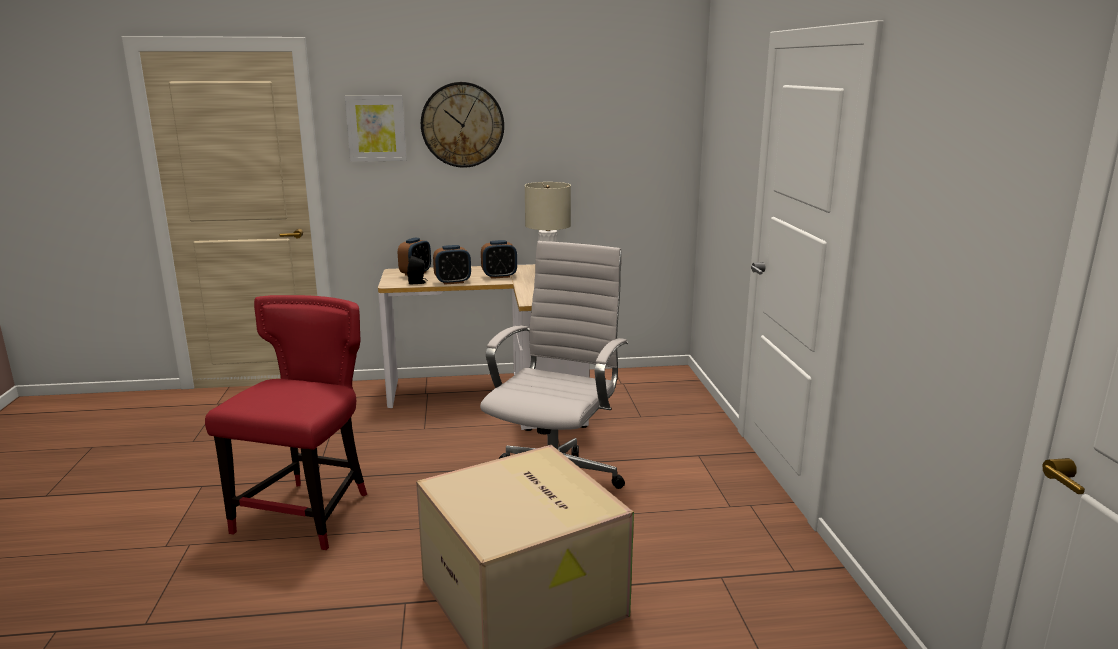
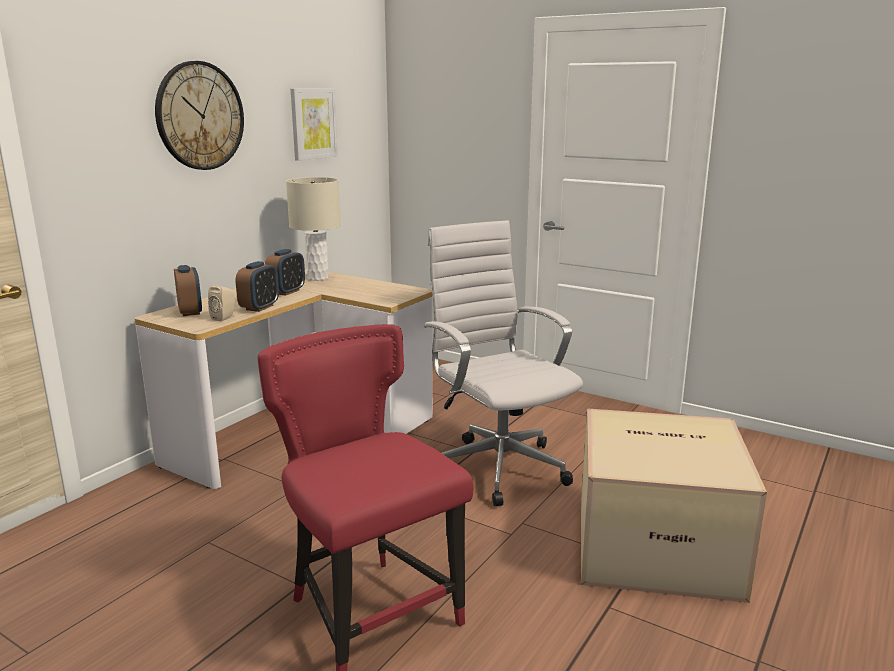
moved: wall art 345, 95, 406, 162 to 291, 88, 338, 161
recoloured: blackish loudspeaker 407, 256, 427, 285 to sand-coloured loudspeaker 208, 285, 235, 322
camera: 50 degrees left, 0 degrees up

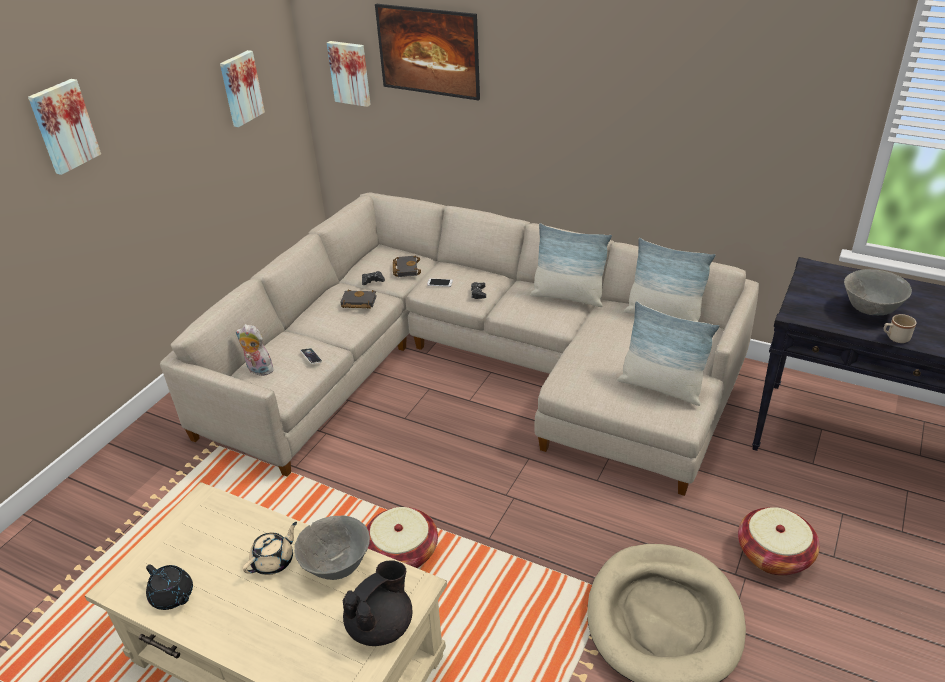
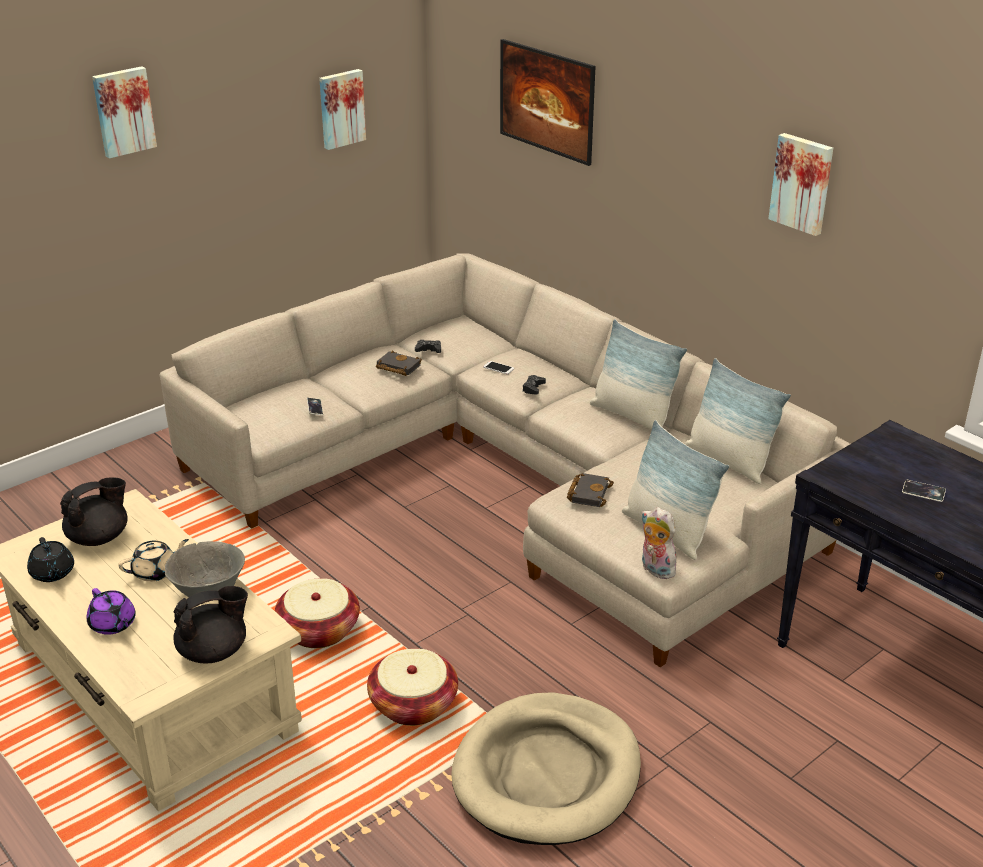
removed: sand-coloured mug 884, 314, 916, 343
added: blackish teapot 60, 477, 128, 546; purple-coloured teapot 86, 588, 136, 635
moved: cuddly toy 236, 324, 276, 376 to 641, 507, 676, 579; wall art 327, 41, 371, 107 to 768, 133, 833, 236; blackish bound book 393, 256, 421, 277 to 567, 473, 614, 507; basket 738, 507, 820, 576 to 367, 648, 458, 726
replaced: grey deep dish 844, 269, 912, 315 to phone 902, 480, 946, 502
camera: 20 degrees right, 5 degrees down

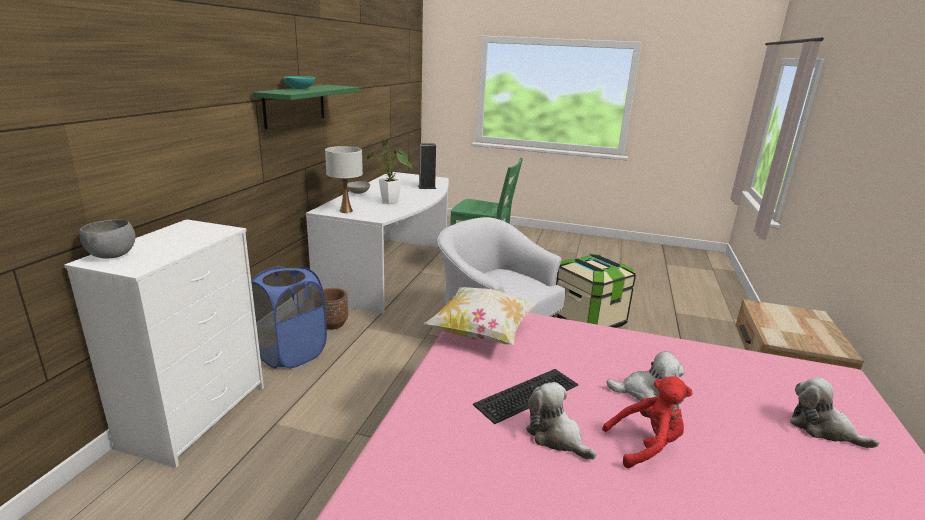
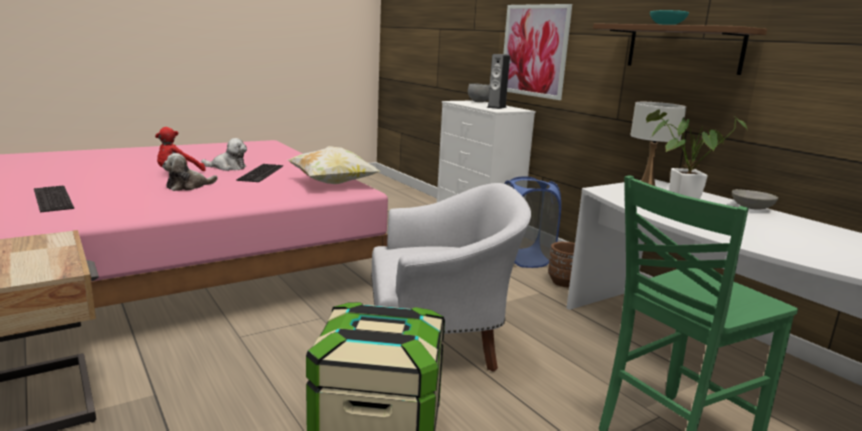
added: wall art 503, 4, 572, 100
moved: loudspeaker 418, 143, 436, 189 to 487, 54, 510, 109
replaced: cuddly toy 790, 377, 879, 448 to computer keyboard 34, 186, 74, 212
recoloured: greenish wall shelf 252, 85, 359, 129 to brown wall shelf 593, 23, 767, 75
camera: 130 degrees right, 5 degrees down

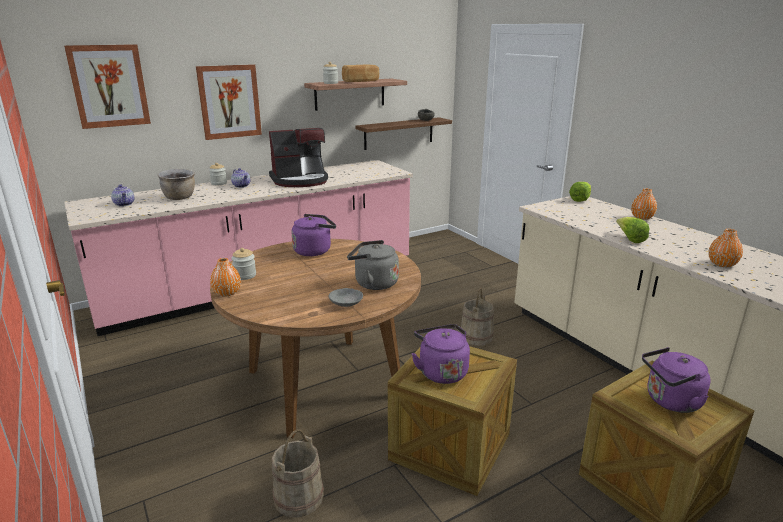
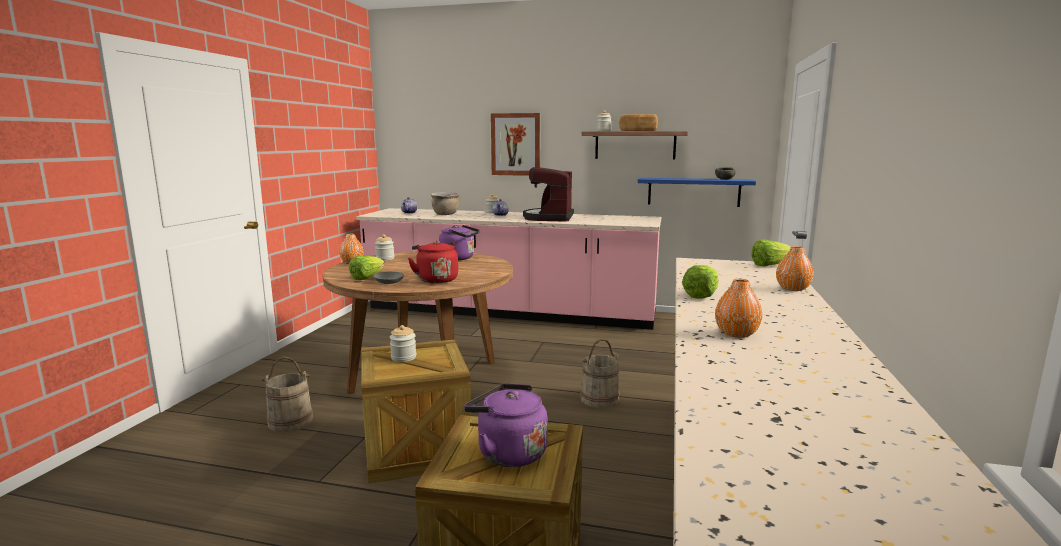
removed: wall art 64, 44, 151, 129
added: lettuce 349, 256, 384, 280
replaced: purple-coloured kettle 412, 324, 470, 384 to preserve jar 390, 325, 416, 362
recoloured: grey kettle 347, 240, 399, 290 to red kettle 408, 241, 458, 283; brown wall shelf 356, 117, 452, 150 to blue wall shelf 637, 178, 756, 207
turned: coffee brewer 269, 128, 328, 187 = 523, 167, 574, 222 75 degrees clockwise
camera: 45 degrees right, 10 degrees down

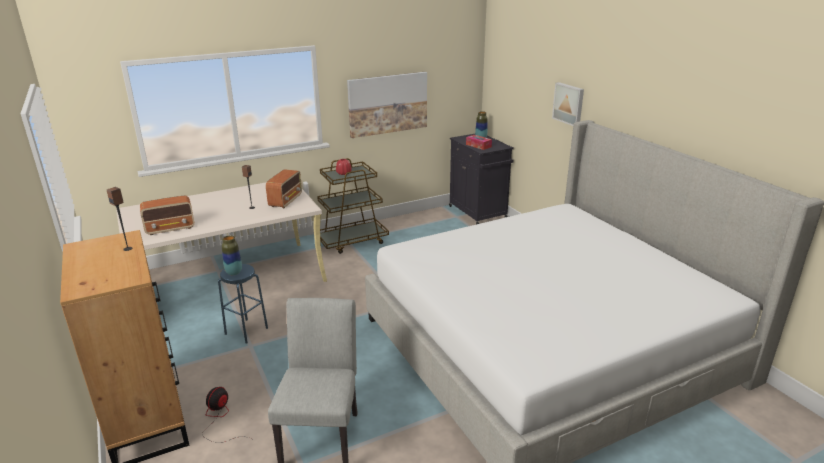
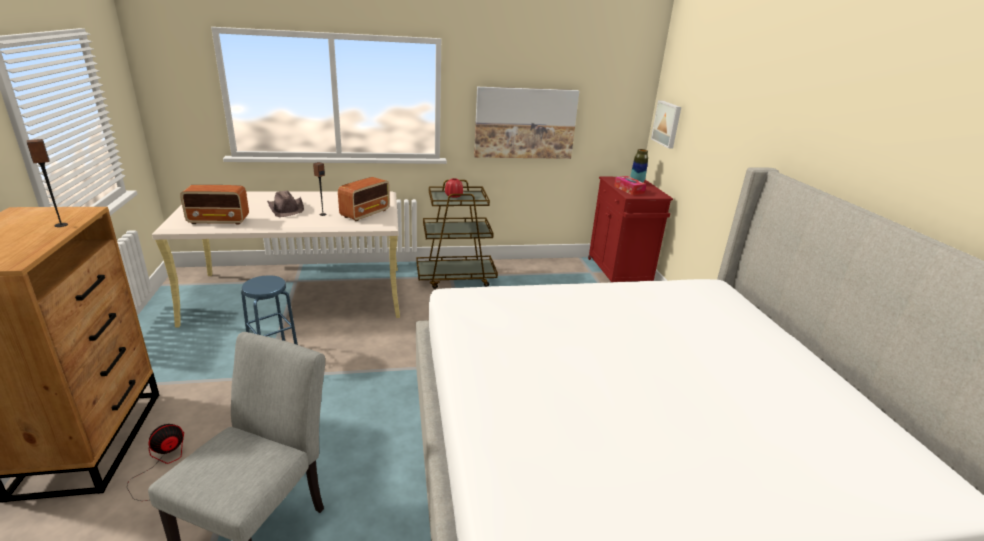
removed: decorative vase 222, 235, 242, 275
added: brown wearable hat 267, 191, 304, 217
moved: wall art 552, 82, 584, 126 to 651, 100, 681, 148
recoloured: blackish cabinet 449, 134, 514, 224 to red cabinet 588, 177, 673, 282
camera: 15 degrees right, 0 degrees up

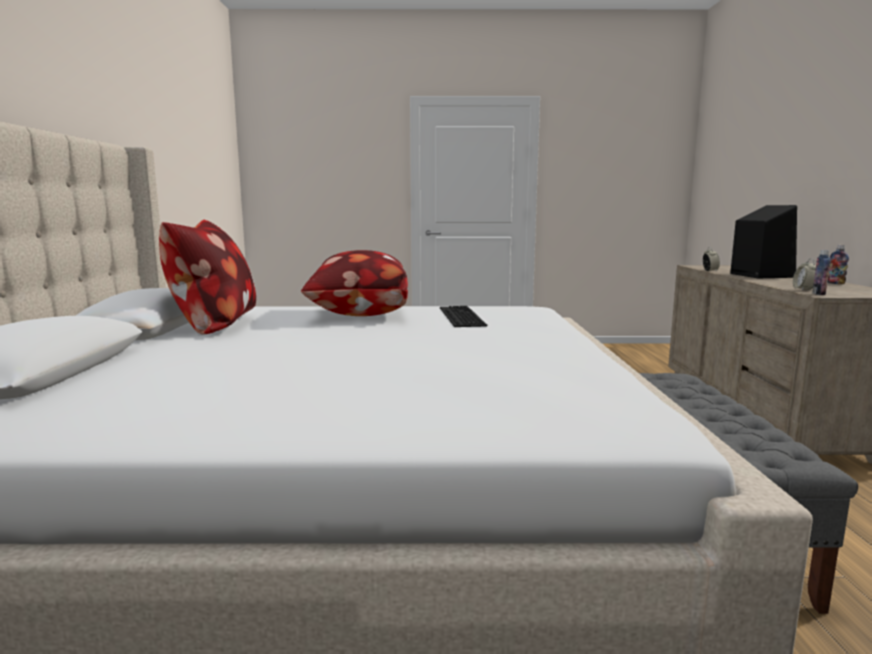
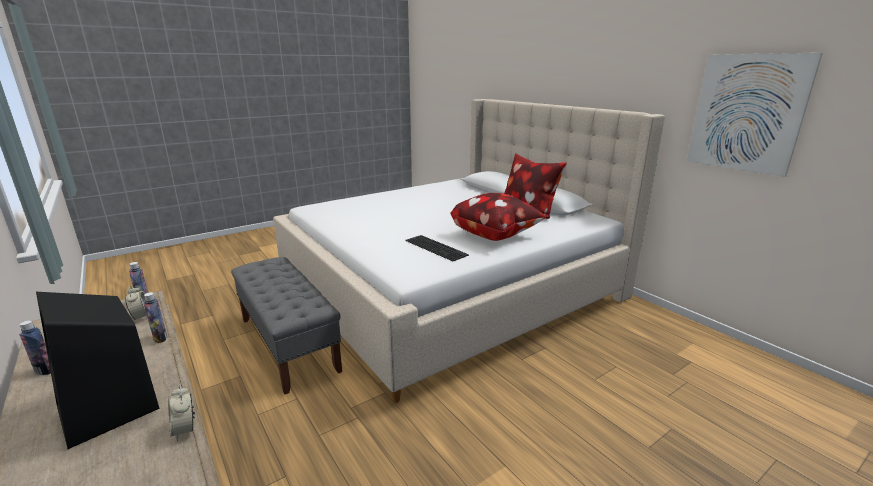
added: drink bottle 144, 292, 167, 343; wall art 687, 53, 823, 177
camera: 145 degrees right, 10 degrees up

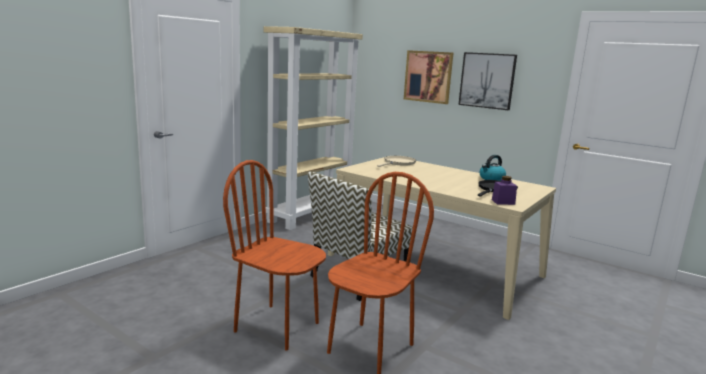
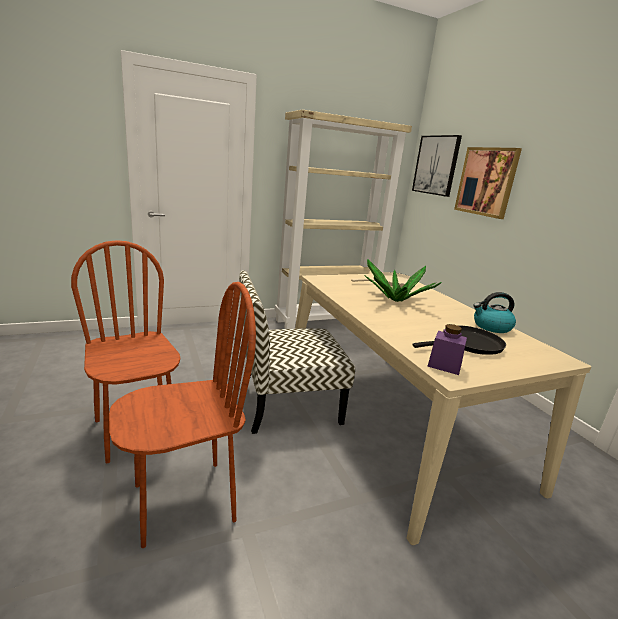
added: potted plant 364, 259, 442, 302
moved: wall art 458, 52, 517, 110 to 412, 135, 462, 197
camera: 30 degrees right, 5 degrees up

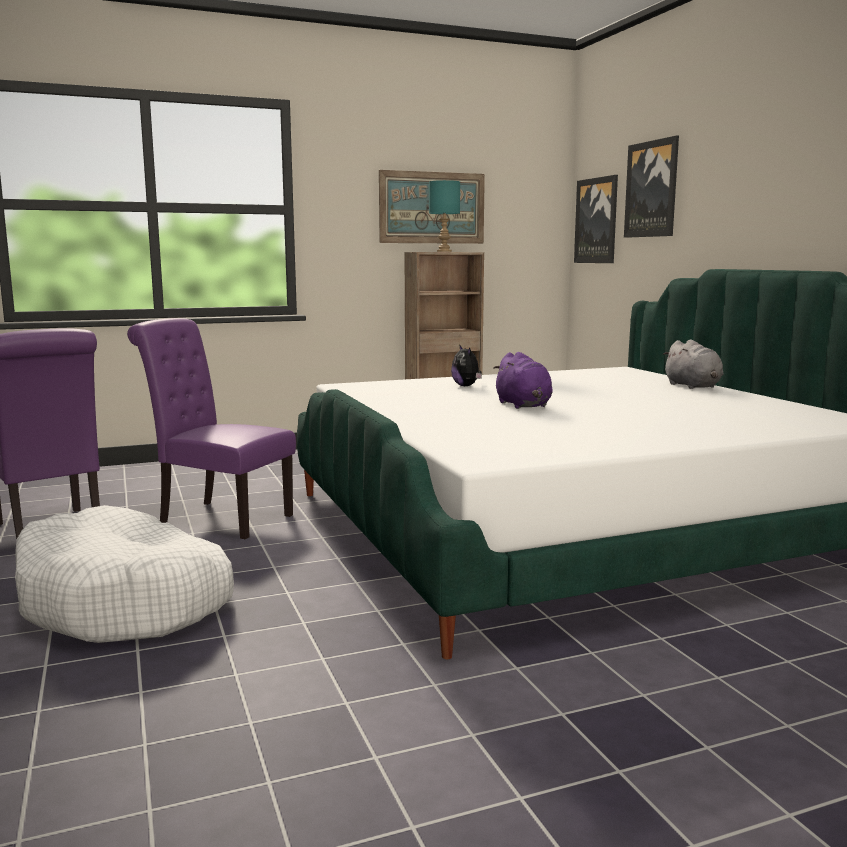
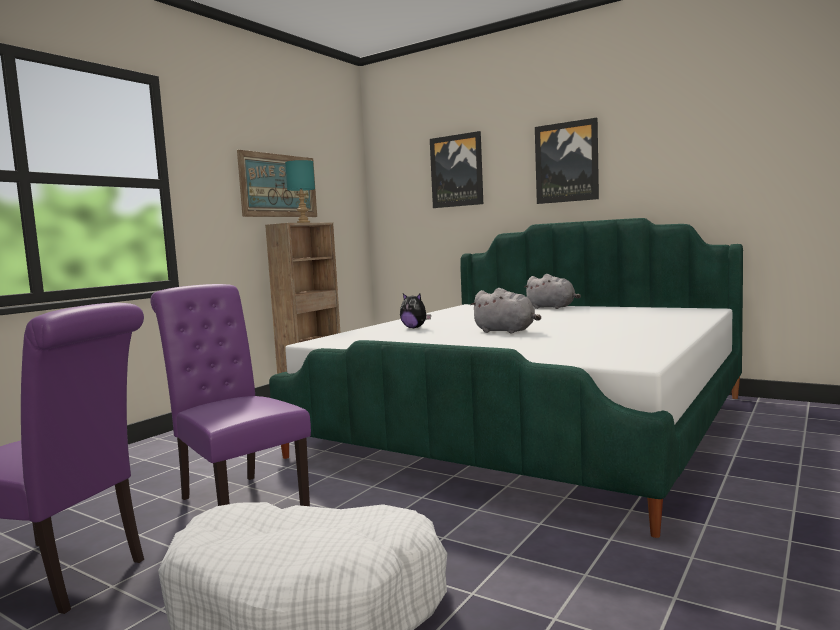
moved: wall art 574, 175, 618, 263 to 535, 118, 599, 204
recoloured: purple-coloured cuddly toy 493, 352, 553, 409 to grey cuddly toy 470, 288, 541, 334
turned: purple-coloured chair 127, 318, 296, 539 = 150, 284, 311, 506 60 degrees clockwise
camera: 35 degrees left, 5 degrees down

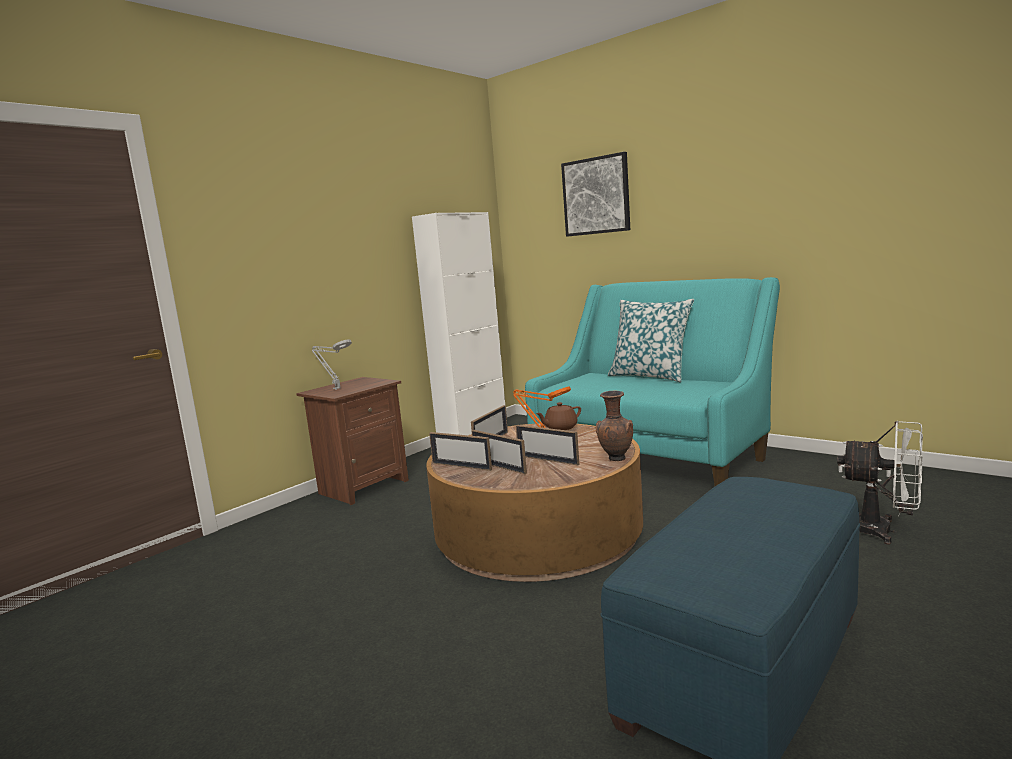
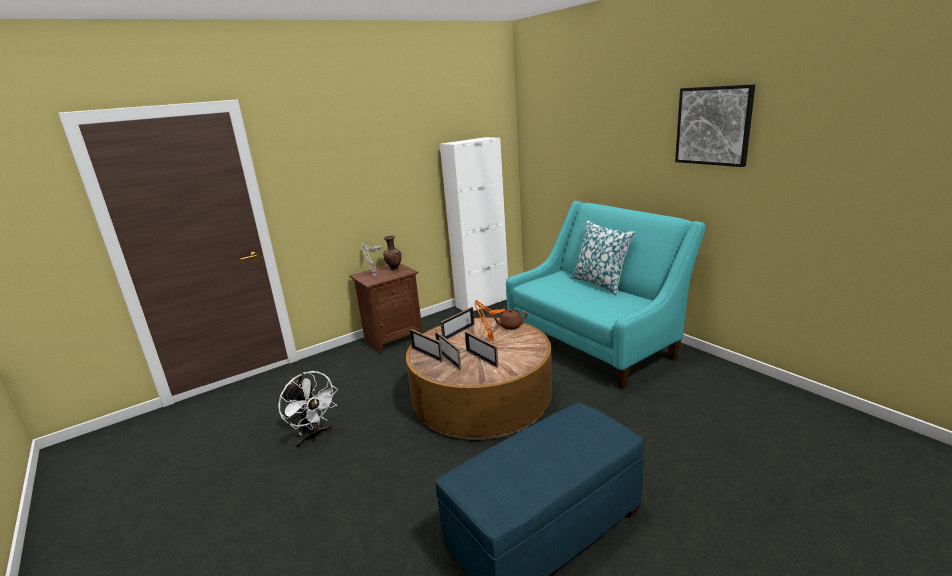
moved: wall art 561, 152, 630, 237 to 675, 84, 755, 167; brown decorative vase 596, 391, 633, 461 to 383, 235, 402, 270; white-coloured electric fan 837, 421, 923, 544 to 278, 371, 338, 448
camera: 15 degrees right, 10 degrees up

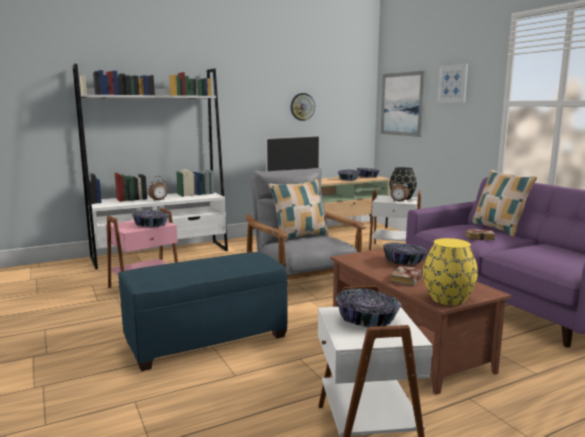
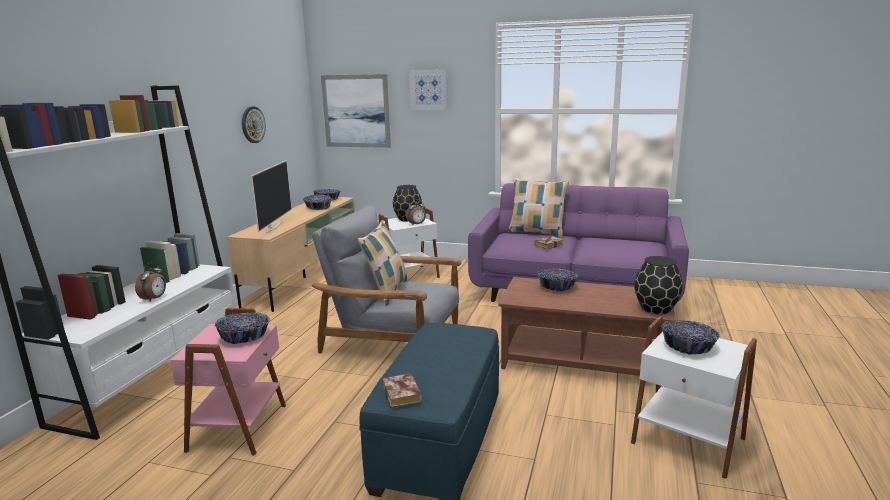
moved: bound book 390, 266, 423, 286 to 383, 373, 422, 408
recoloured: yellow decorative vase 423, 238, 478, 305 to blackish decorative vase 634, 256, 683, 314
camera: 45 degrees left, 5 degrees up

